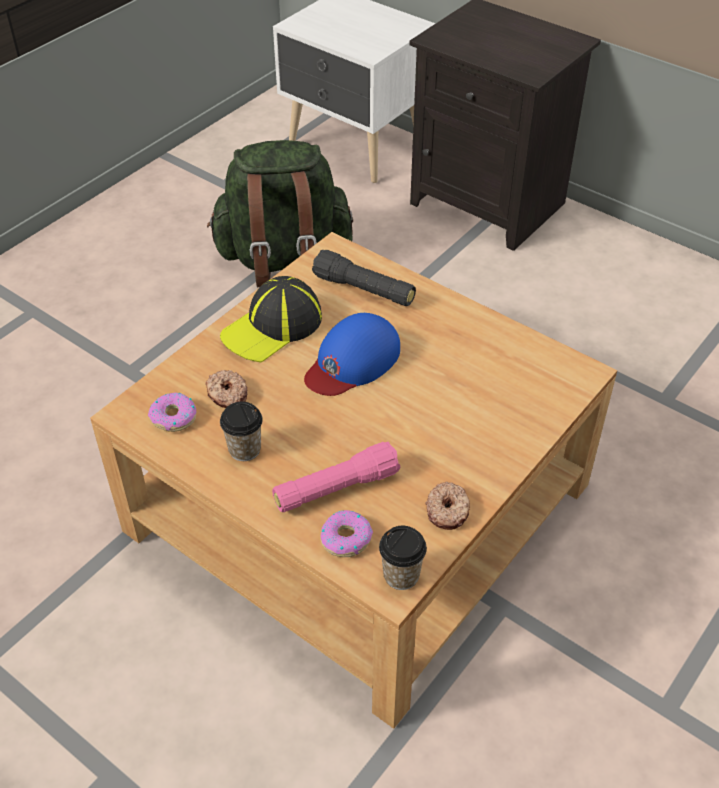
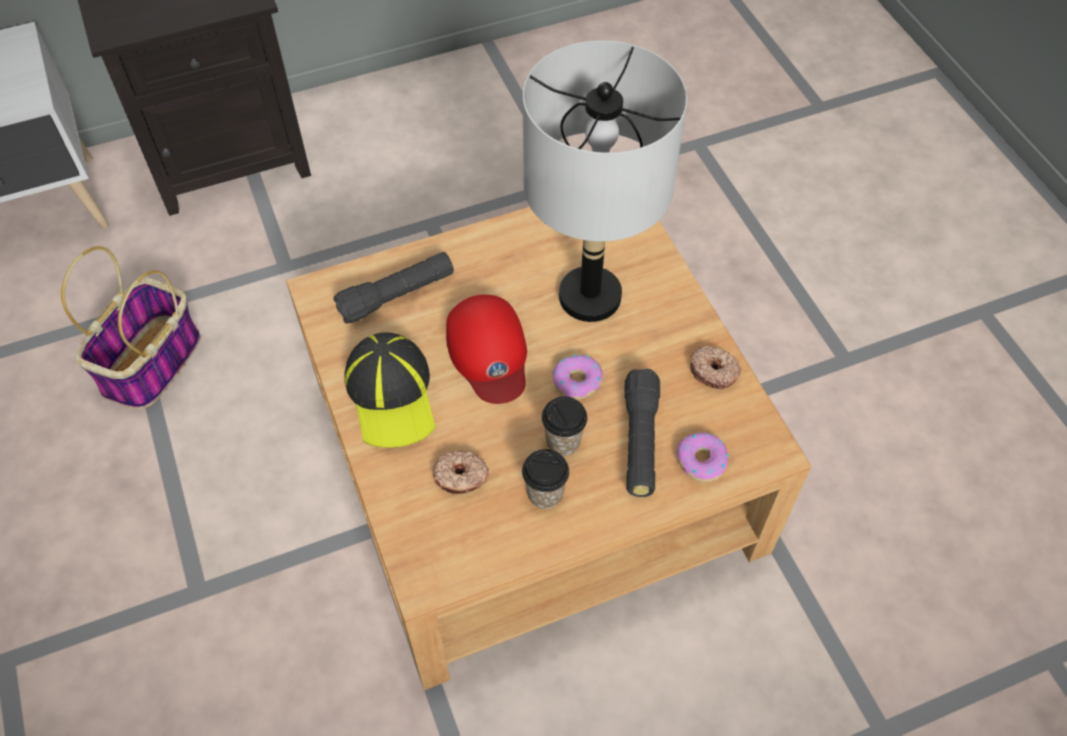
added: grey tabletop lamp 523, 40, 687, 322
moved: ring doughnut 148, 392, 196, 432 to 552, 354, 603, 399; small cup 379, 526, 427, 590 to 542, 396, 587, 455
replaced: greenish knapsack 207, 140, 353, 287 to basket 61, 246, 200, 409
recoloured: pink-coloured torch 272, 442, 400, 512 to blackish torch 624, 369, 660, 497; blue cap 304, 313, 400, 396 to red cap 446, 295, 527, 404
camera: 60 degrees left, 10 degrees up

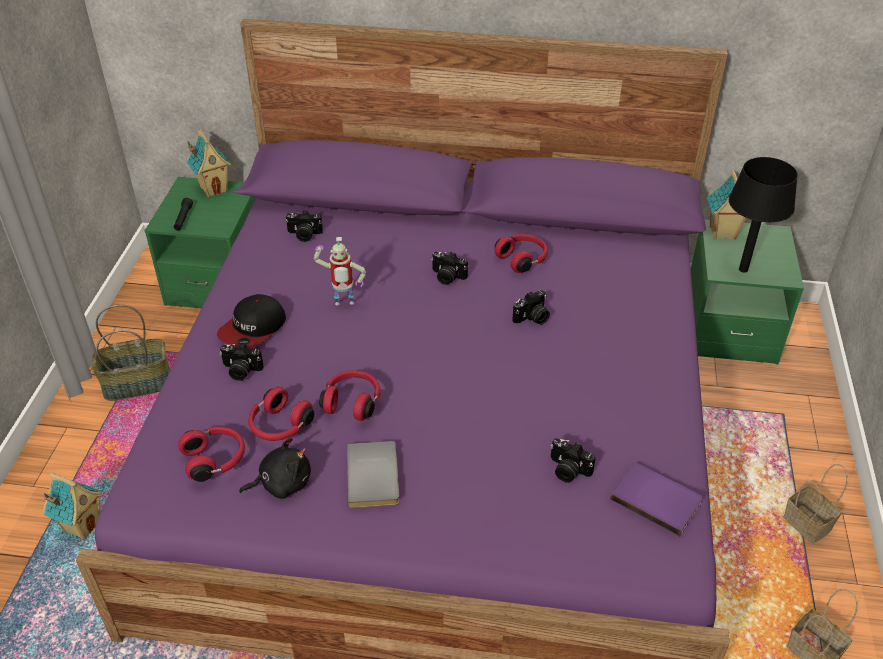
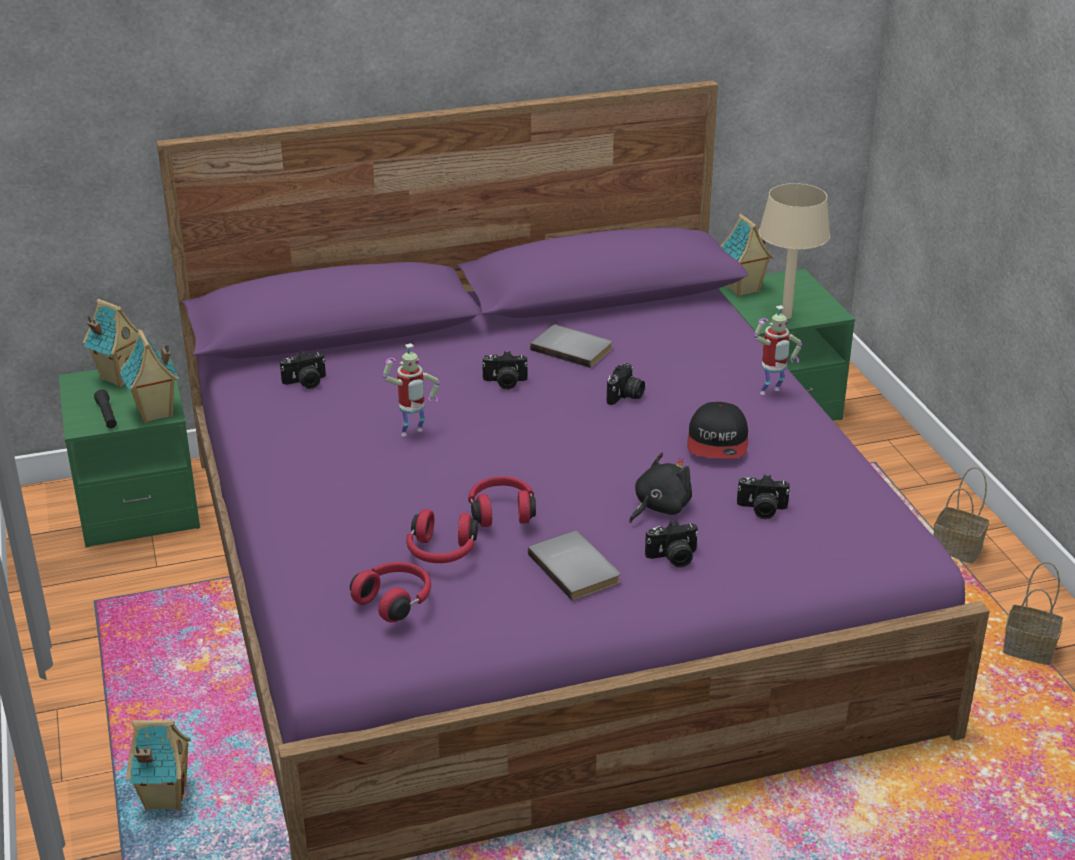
removed: basket 92, 305, 170, 401; purple-coloured bound book 610, 463, 703, 536
added: miniature house 120, 329, 180, 423; toy robot 754, 305, 802, 395
moved: cap 217, 294, 286, 348 to 687, 402, 748, 459; photo camera 220, 343, 264, 381 to 645, 520, 699, 567; blackish cuddly toy 239, 438, 311, 499 to 629, 452, 692, 523
replaced: red pair of headphones 495, 234, 548, 273 to grey bound book 530, 325, 612, 368
recoloured: blackish tabletop lamp 729, 157, 798, 273 to sand-coloured tabletop lamp 759, 183, 830, 319
camera: 25 degrees left, 10 degrees down

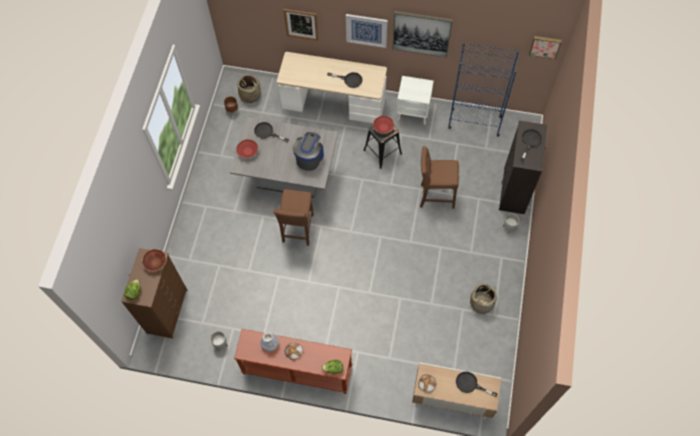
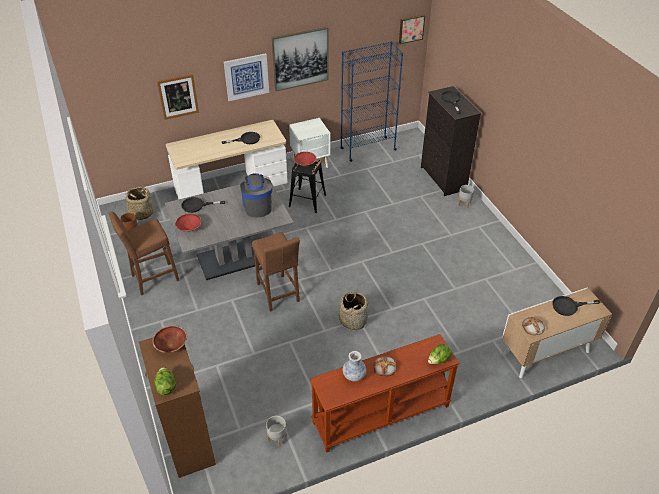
moved: brown sitting stool 420, 146, 459, 209 to 109, 211, 179, 296; basket 470, 284, 497, 314 to 339, 292, 369, 331
camera: 35 degrees left, 20 degrees down

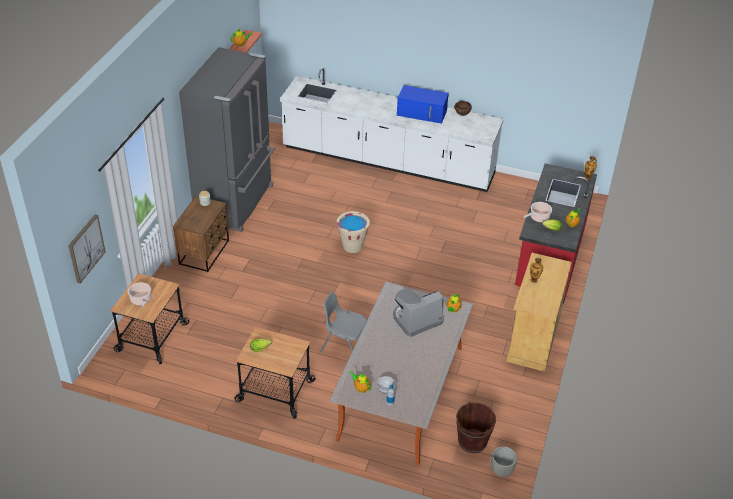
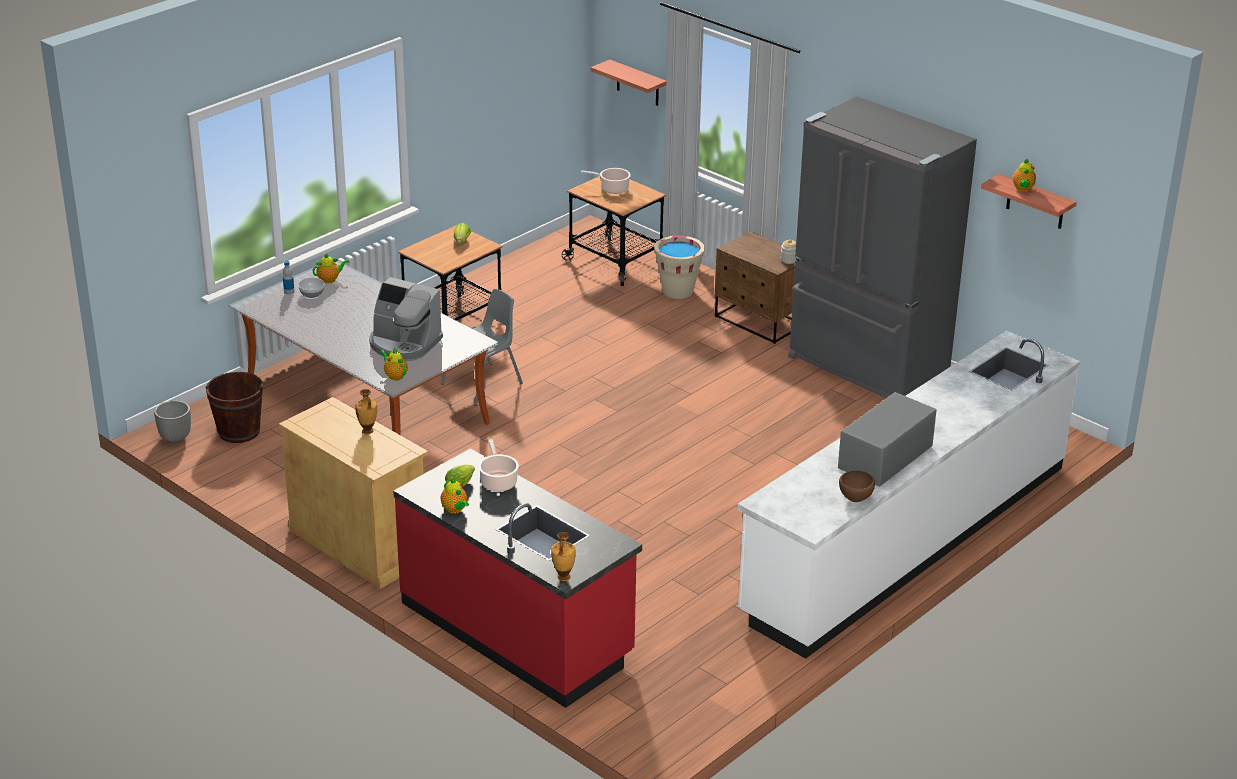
moved: sand-coloured bucket 337, 211, 370, 253 to 654, 235, 705, 299
replaced: wall art 68, 215, 106, 283 to wall shelf 591, 60, 667, 106
recoloured: blue microwave oven 397, 85, 449, 124 to grey microwave oven 838, 392, 937, 487
turned: coffee brewer 393, 289, 444, 337 = 369, 277, 443, 361 120 degrees clockwise
camera: 115 degrees right, 10 degrees down

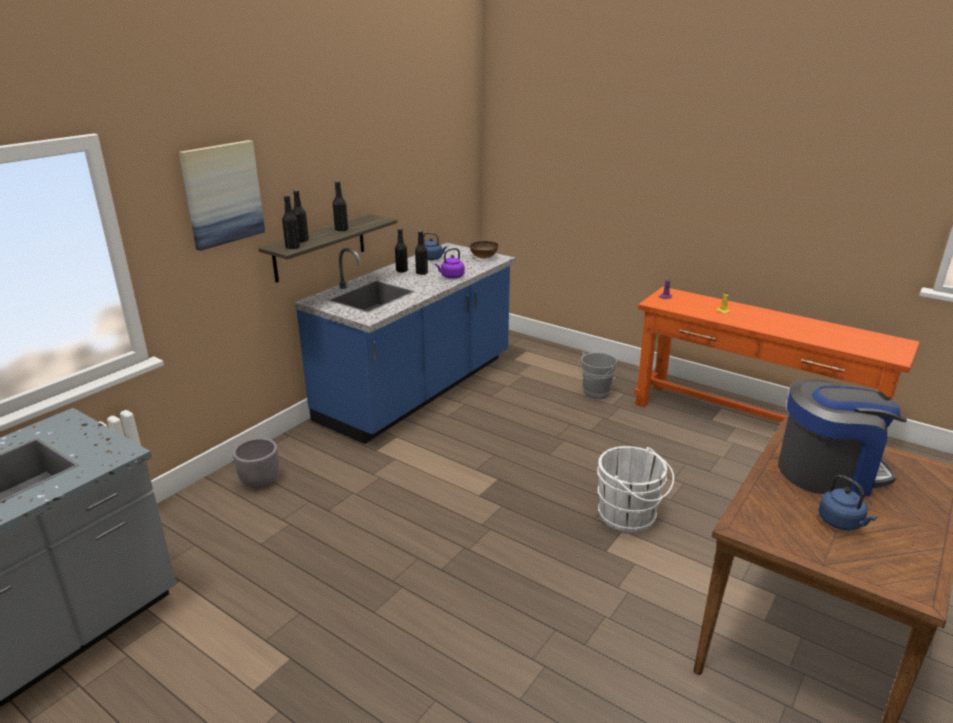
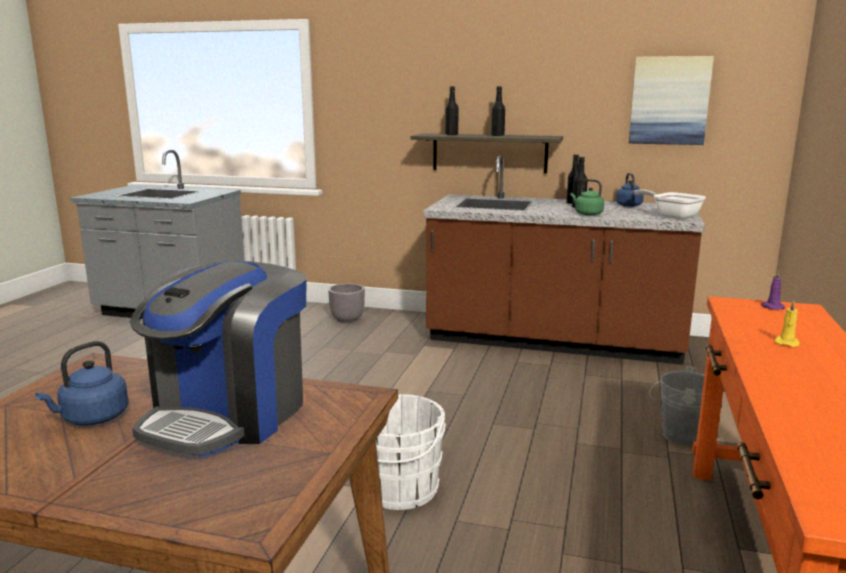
removed: blackish drink bottle 282, 195, 300, 249
moved: wall art 179, 140, 265, 251 to 629, 56, 714, 145
replaced: deep dish 470, 241, 498, 259 to skillet 633, 189, 706, 219
recoloured: blue kitchen base unit 294, 243, 515, 444 to brown kitchen base unit 423, 155, 705, 365; purple-coloured kettle 435, 248, 465, 279 to greenish kettle 571, 179, 604, 216
turned: coffee brewer 778, 379, 907, 497 = 130, 261, 307, 457 45 degrees clockwise
camera: 70 degrees right, 10 degrees down

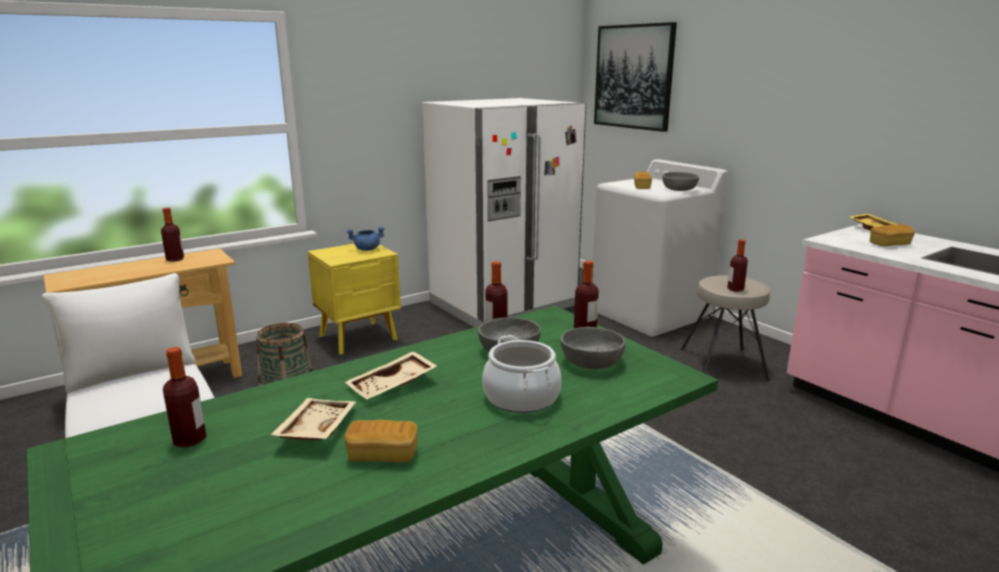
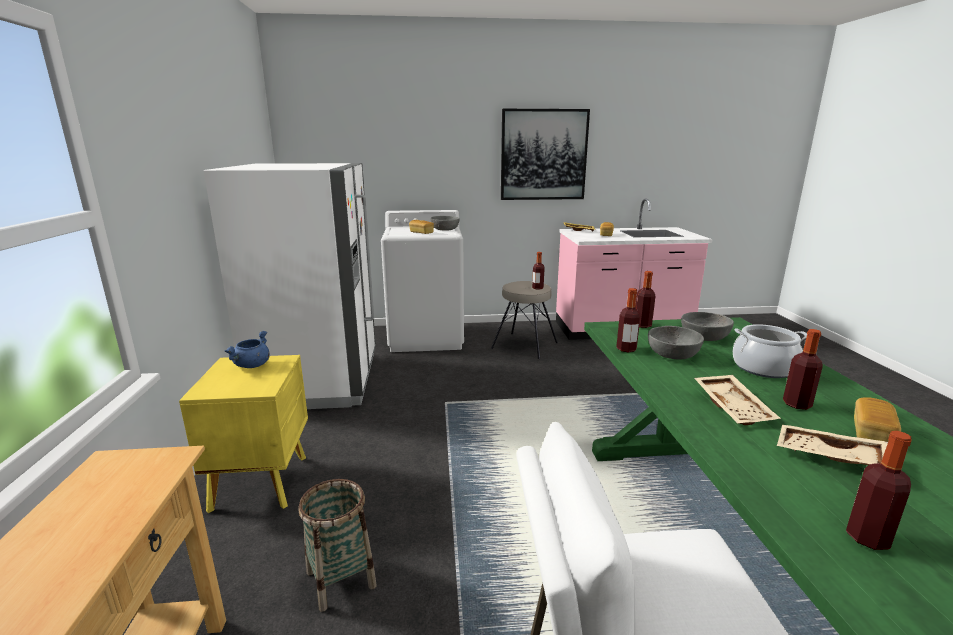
moved: drink bottle 161, 208, 184, 262 to 783, 329, 823, 410; wall art 594, 22, 677, 132 to 501, 109, 590, 200
camera: 60 degrees left, 0 degrees up

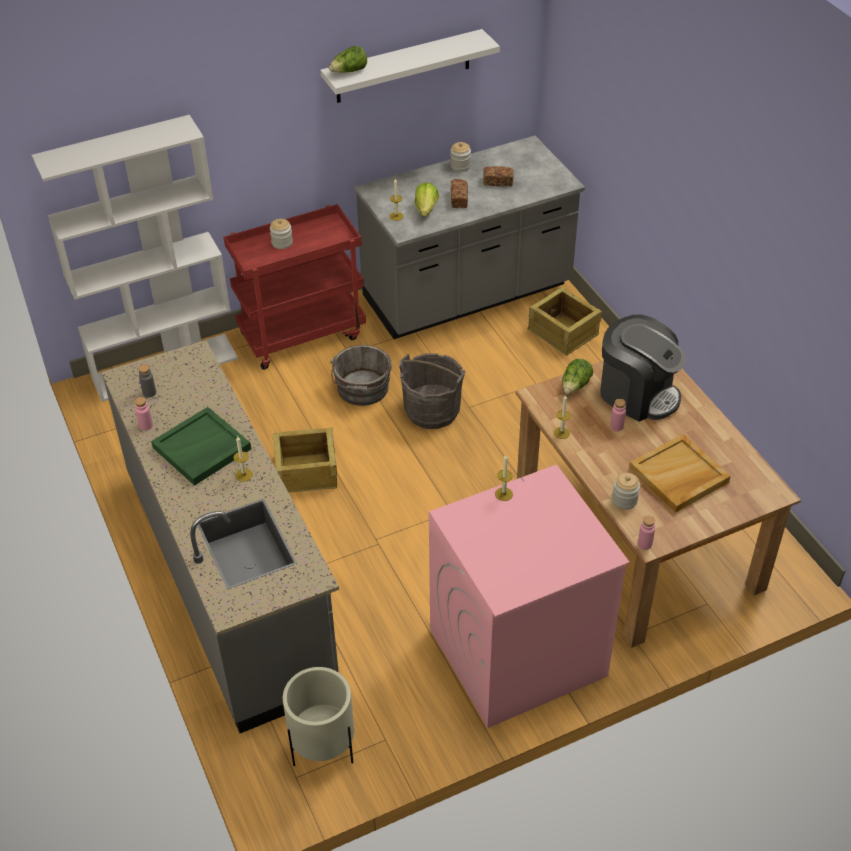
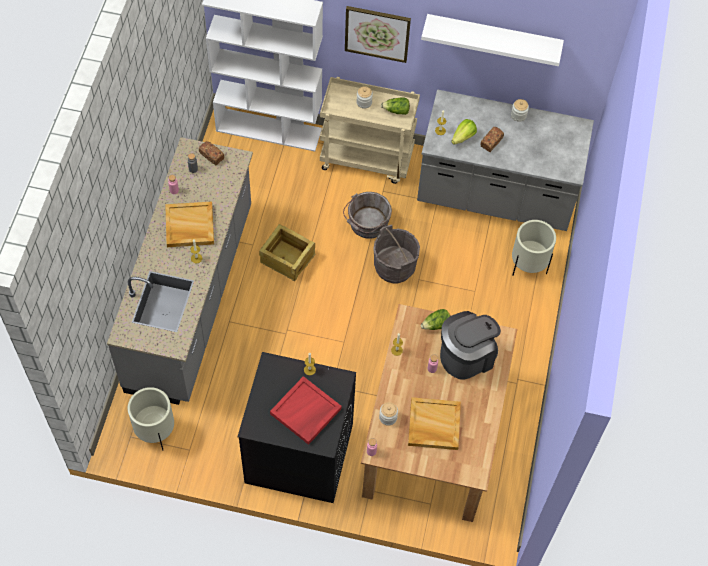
added: red serving tray 270, 376, 342, 445; wall art 345, 6, 411, 63
moved: lettuce 329, 46, 367, 73 to 381, 97, 410, 115; bakery bread 483, 166, 514, 186 to 199, 141, 224, 165
replaced: crate 528, 287, 602, 356 to sand-coloured planter 512, 220, 556, 276
recoloured: greenish serving tray 151, 407, 251, 486 to sand-coloured serving tray 165, 202, 214, 247; red trolley 224, 204, 366, 370 to sand-coloured trolley 320, 77, 420, 184; pink-coloured washing machine 429, 464, 630, 728 to blackish washing machine 237, 352, 356, 503
turned: coffee brewer 600, 315, 686, 421 = 440, 311, 501, 380 105 degrees counterclockwise
camera: 35 degrees right, 15 degrees up

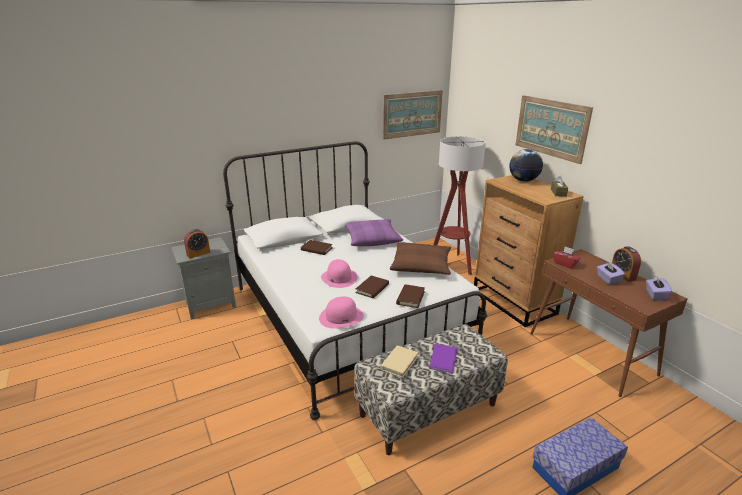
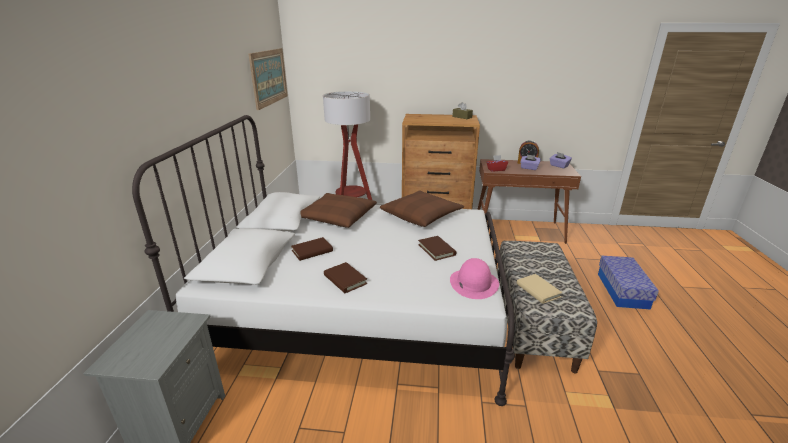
removed: bedside clock 184, 229, 210, 259; pink-coloured wearable hat 321, 259, 357, 288; purple-coloured bound book 429, 344, 457, 373; world globe 509, 149, 543, 182; wall art 516, 95, 593, 164
moved: brown bound book 396, 285, 425, 308 to 324, 262, 367, 293
recoloured: purple-coloured throw pillow 345, 219, 403, 246 to brown throw pillow 301, 193, 377, 228
camera: 55 degrees left, 0 degrees up

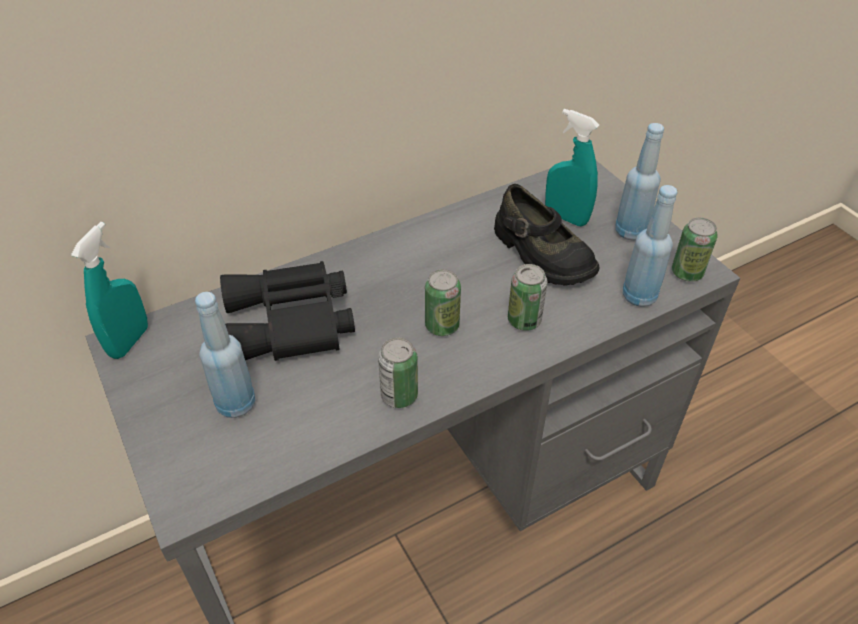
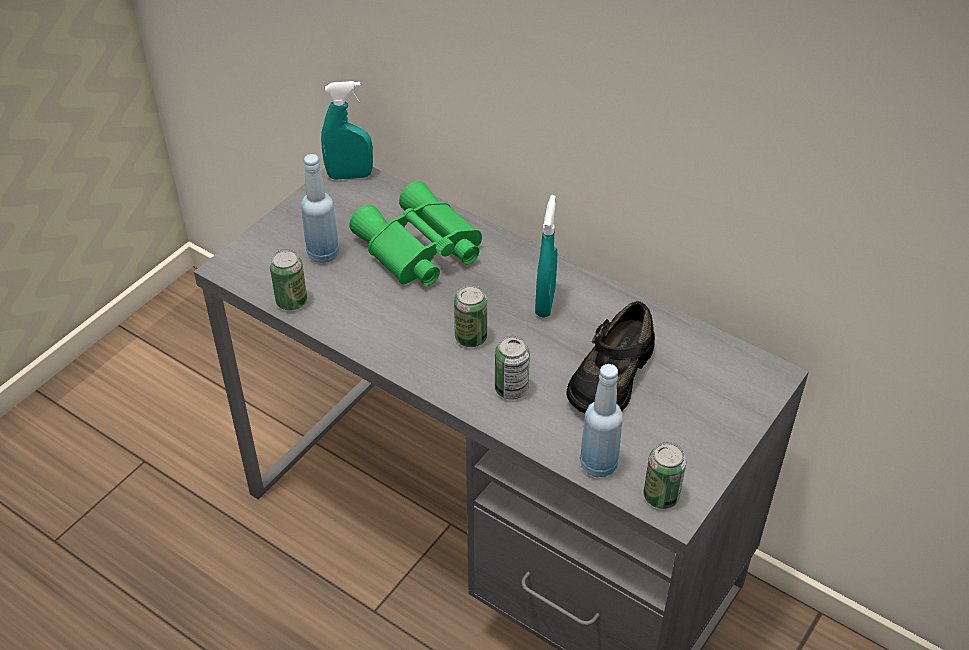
removed: blue drink bottle 615, 123, 664, 241
moved: sealed can 378, 338, 418, 408 to 270, 249, 307, 310; blue-green spray bottle 545, 109, 599, 226 to 535, 195, 557, 317
recoloured: blackish pair of binoculars 220, 261, 355, 361 to greenish pair of binoculars 349, 181, 482, 285
camera: 65 degrees right, 0 degrees up

